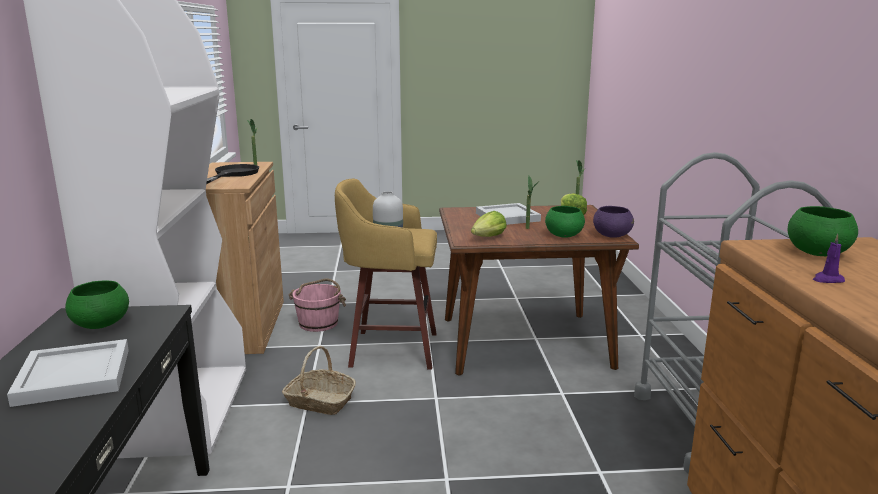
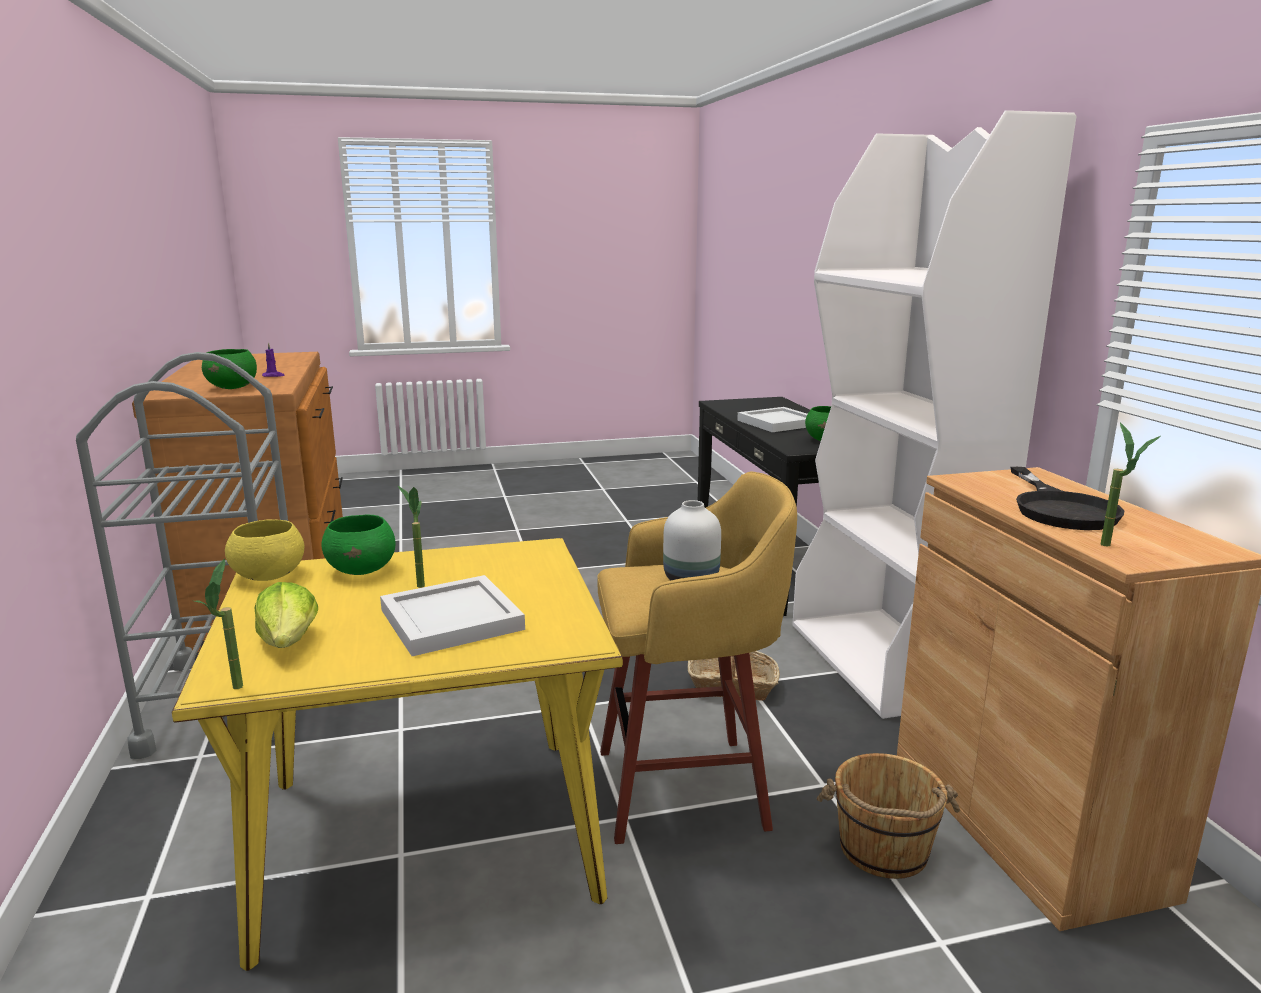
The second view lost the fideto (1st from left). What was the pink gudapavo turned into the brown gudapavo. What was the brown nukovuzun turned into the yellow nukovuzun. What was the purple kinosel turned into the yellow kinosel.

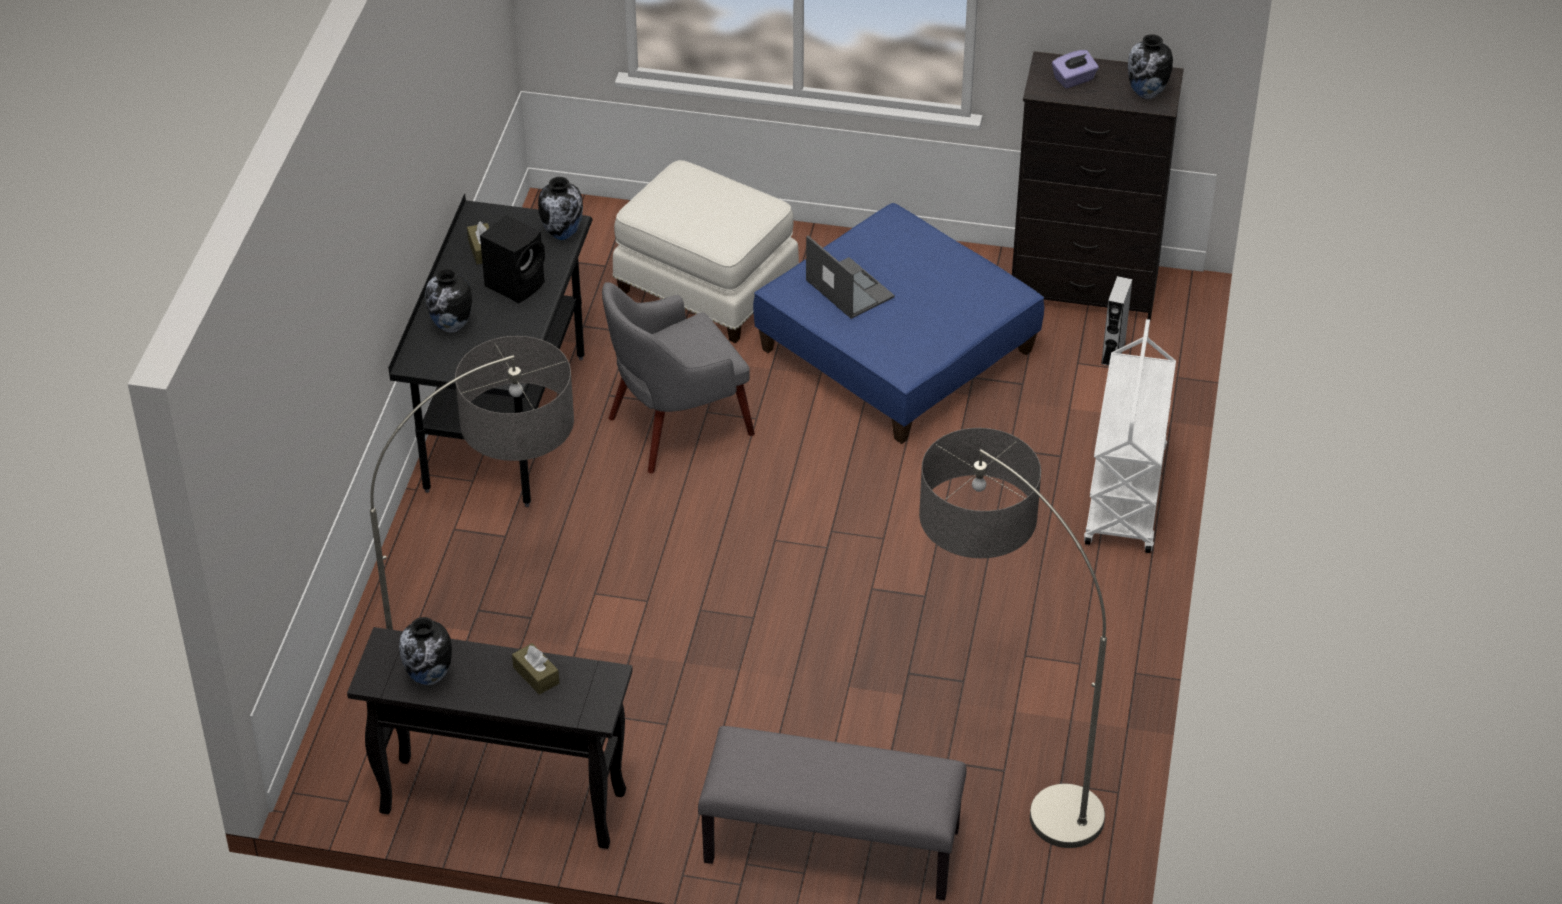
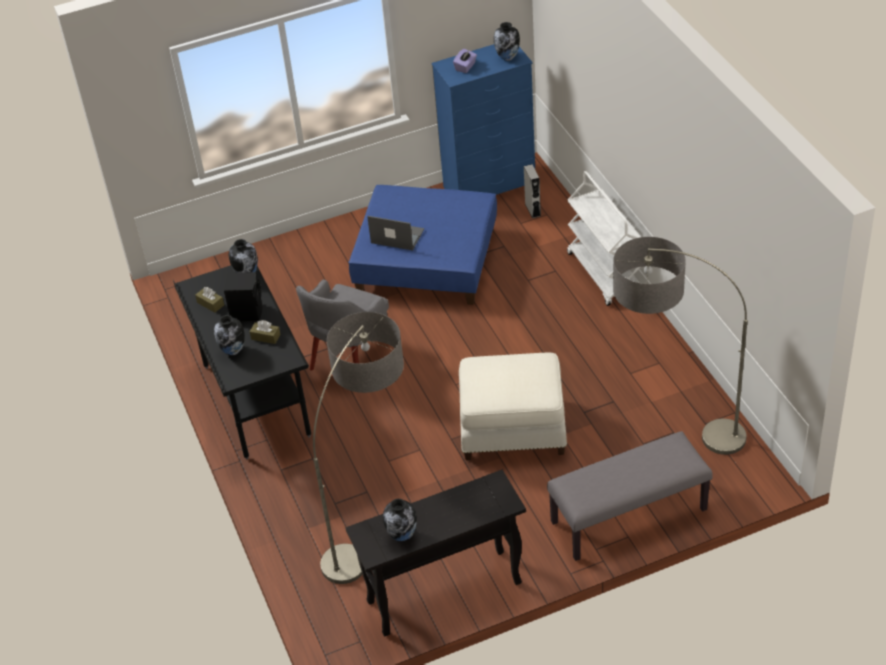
The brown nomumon (2nd from left) ended up elsewhere. The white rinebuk ended up elsewhere. What was the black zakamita turned into the blue zakamita.

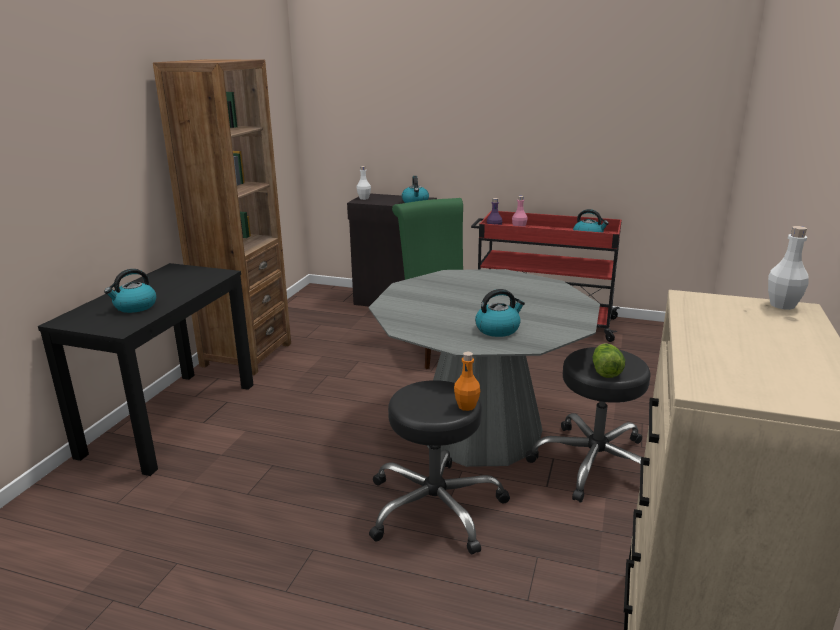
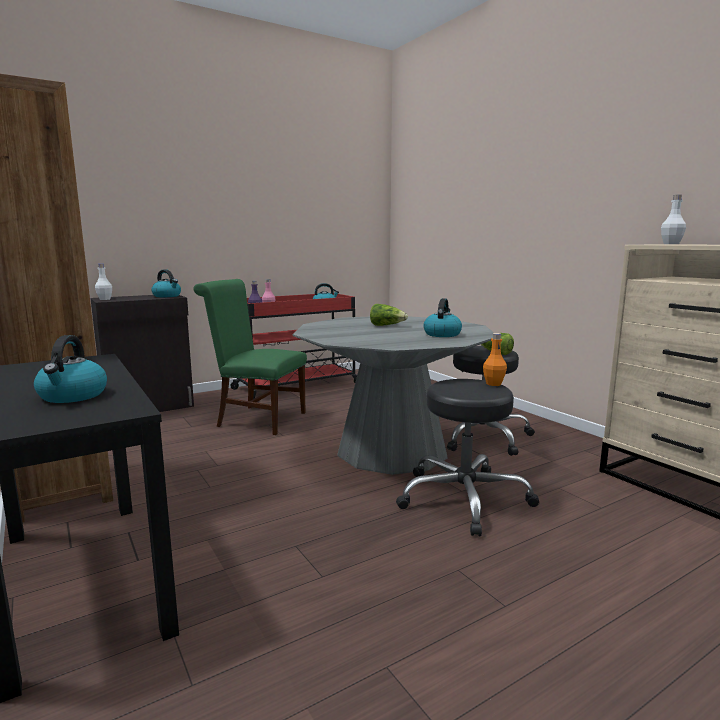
The second view gained the fideto (1st from left).

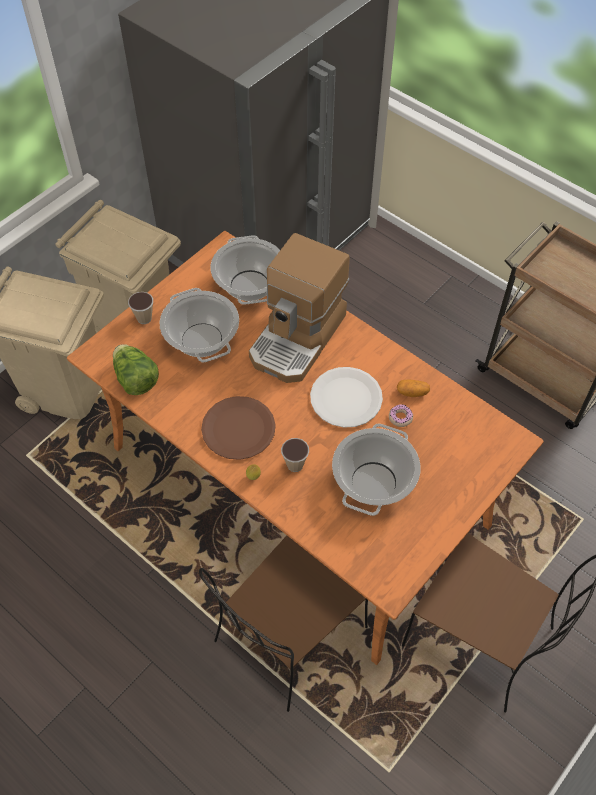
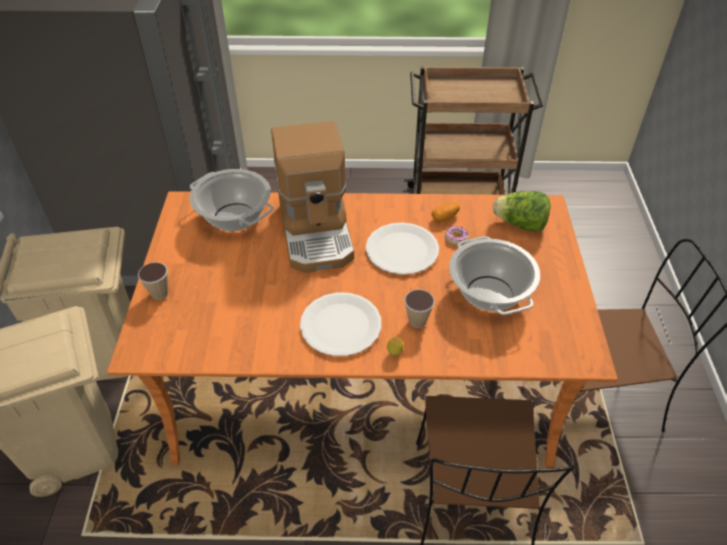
The second view lost the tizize (1st from left). The fideto ended up elsewhere. What was the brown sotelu turned into the white sotelu (1st from left).

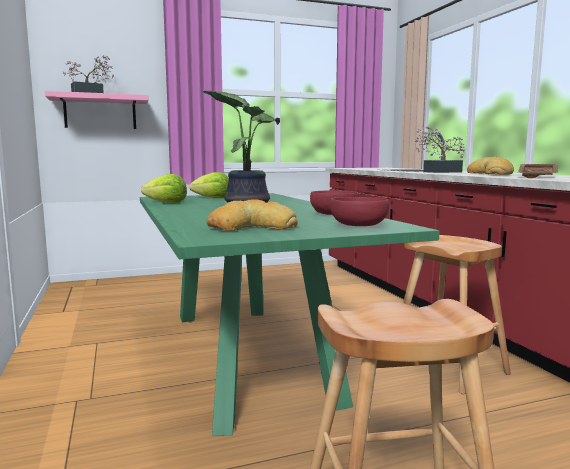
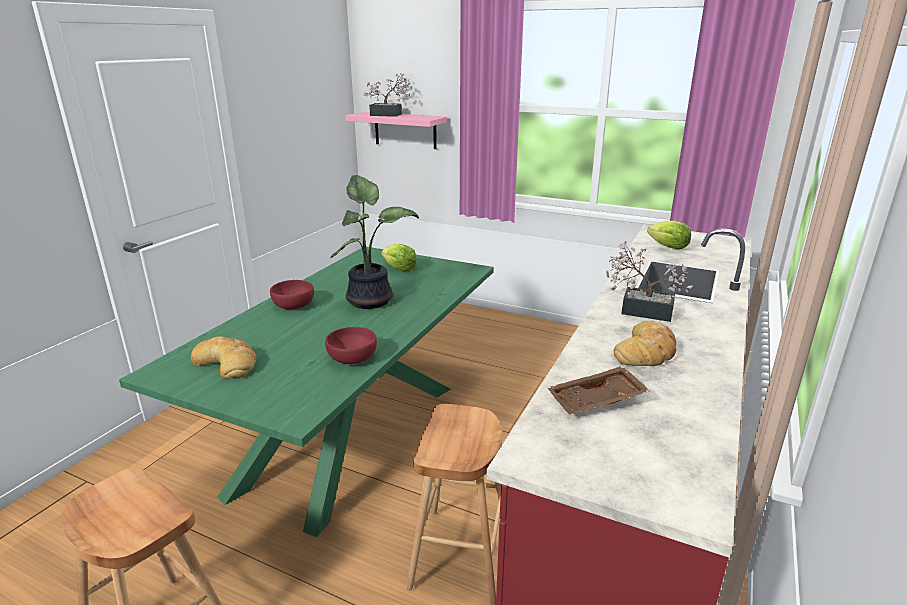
The fideto (1st from left in the first image) ended up elsewhere. The red kinosel (2nd from left in the first image) ended up elsewhere.

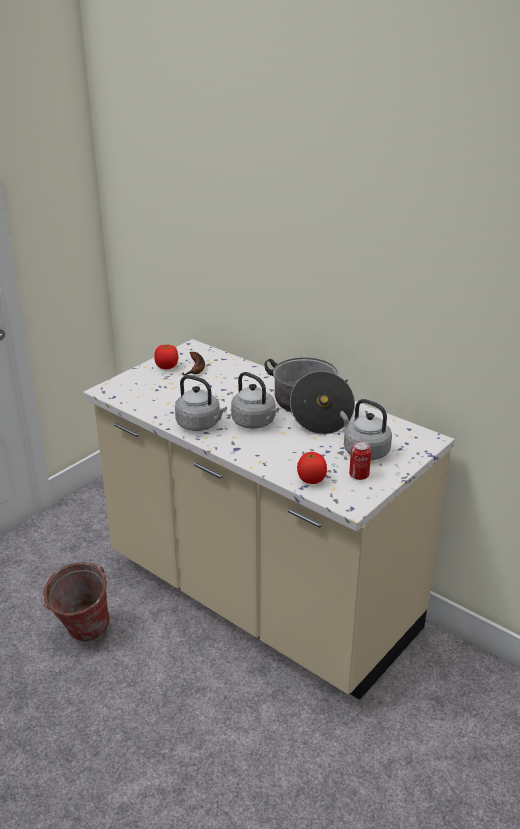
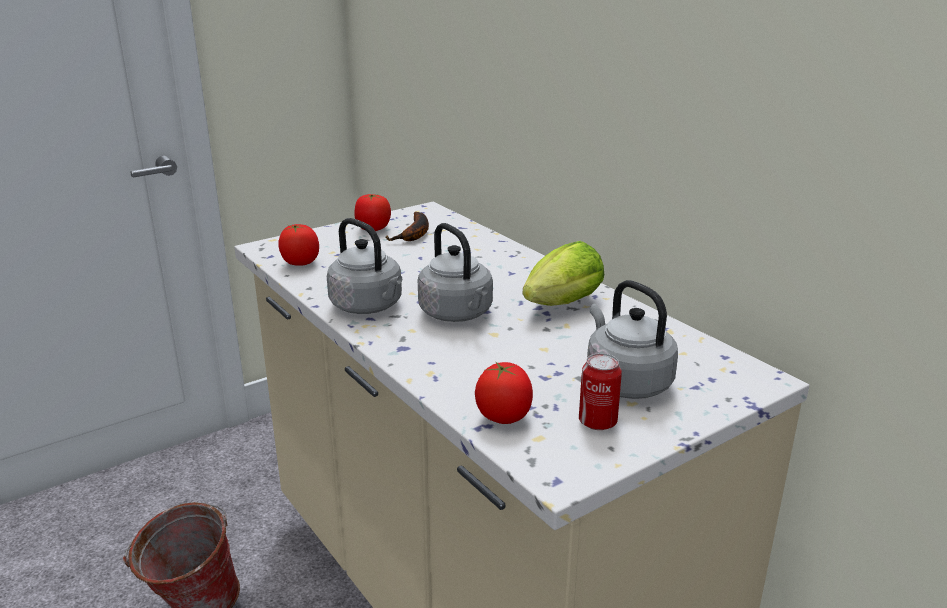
The second view gained the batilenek (1st from left). Where the tizize stood, the fideto came to stand.

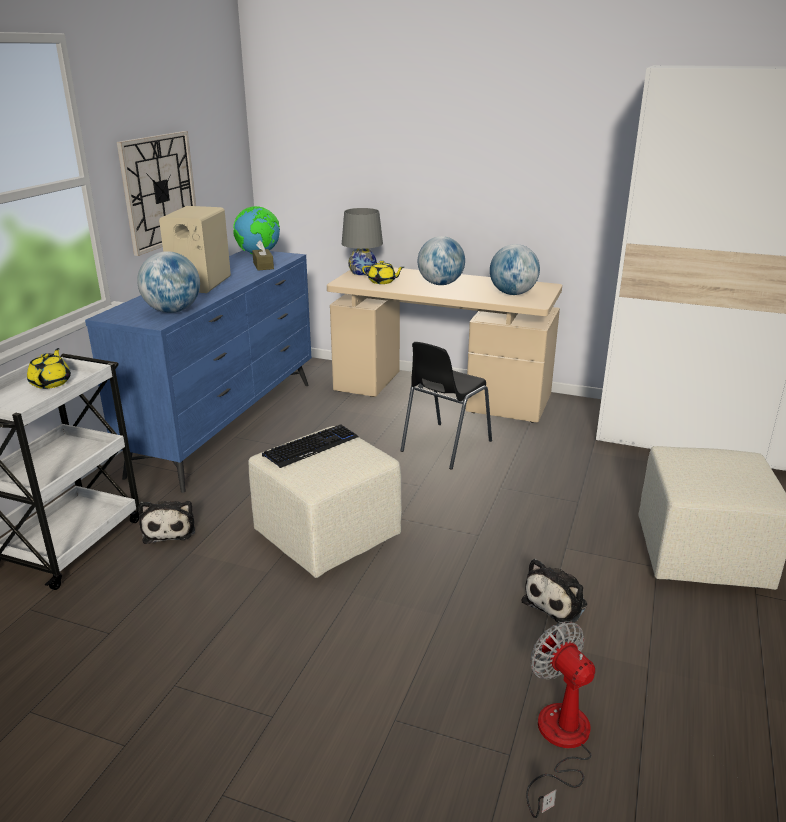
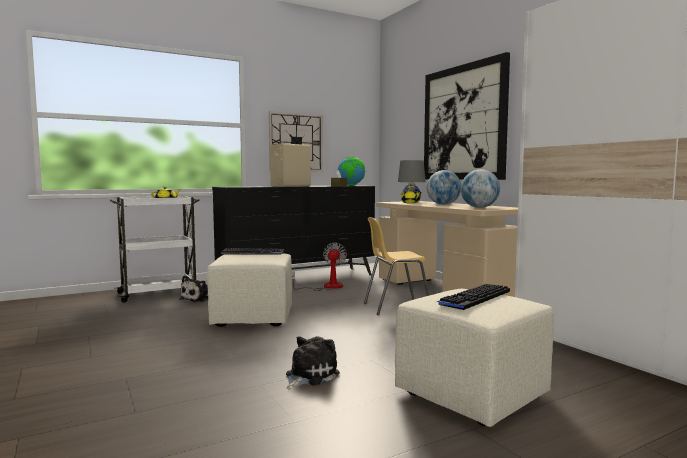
The second view lost the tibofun (1st from left). The second view gained the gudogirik. The second view gained the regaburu (2nd from left). The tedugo ended up elsewhere. What was the blue zakamita turned into the black zakamita. What was the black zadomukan turned into the yellow zadomukan. The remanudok (2nd from left) ended up facing another way, 135 degrees clockwise from before.

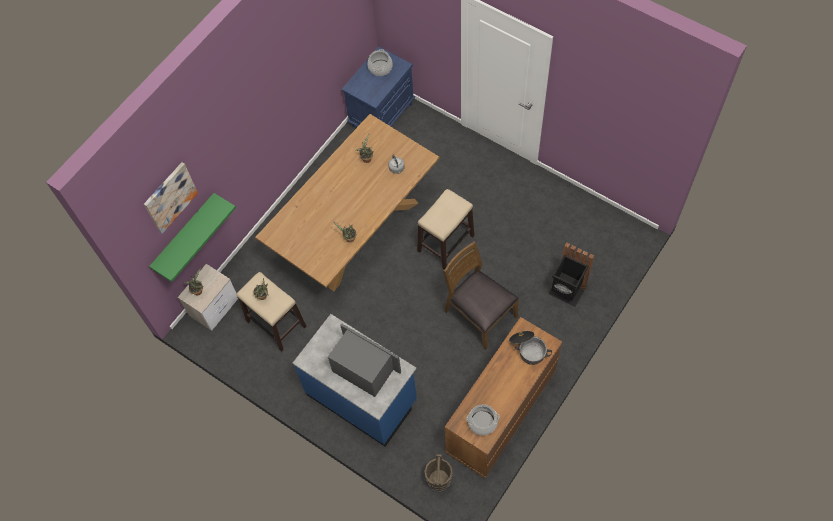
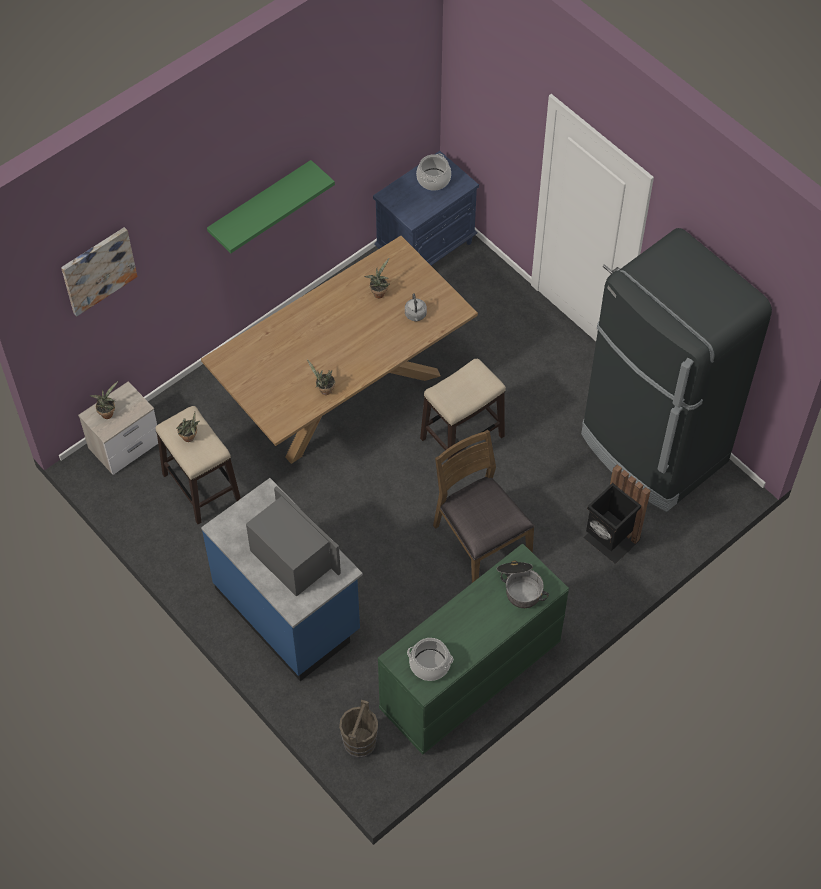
The second view gained the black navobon. The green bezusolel ended up elsewhere. What was the brown zakamita turned into the green zakamita.

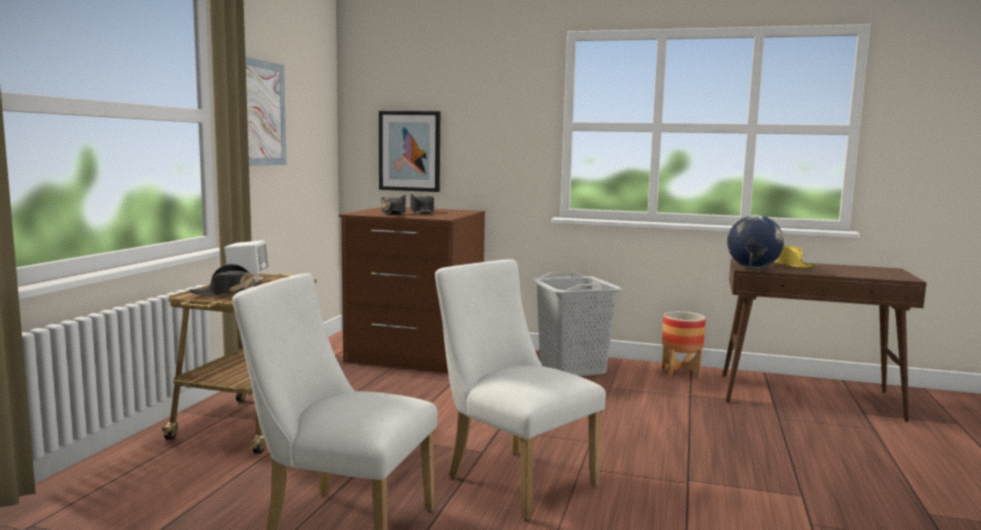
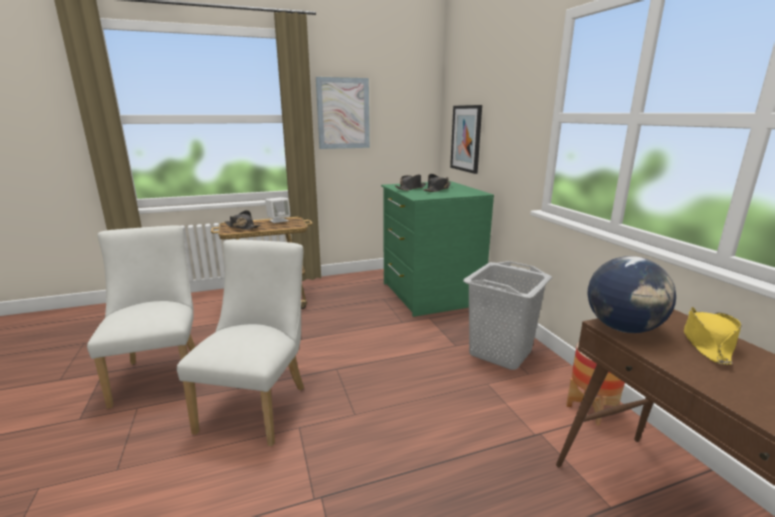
What was the brown zakamita turned into the green zakamita.

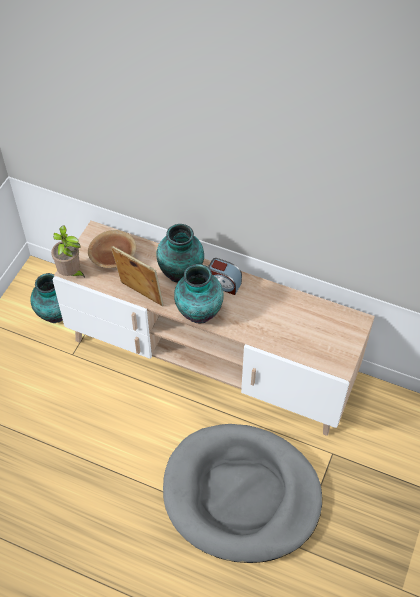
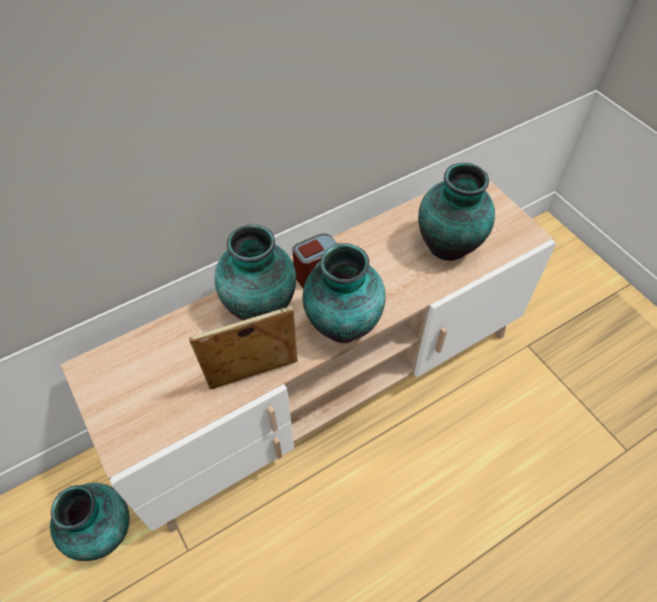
The second view lost the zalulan. The second view lost the brown kinosel. The second view lost the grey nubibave. The second view gained the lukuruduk (4th from left).

